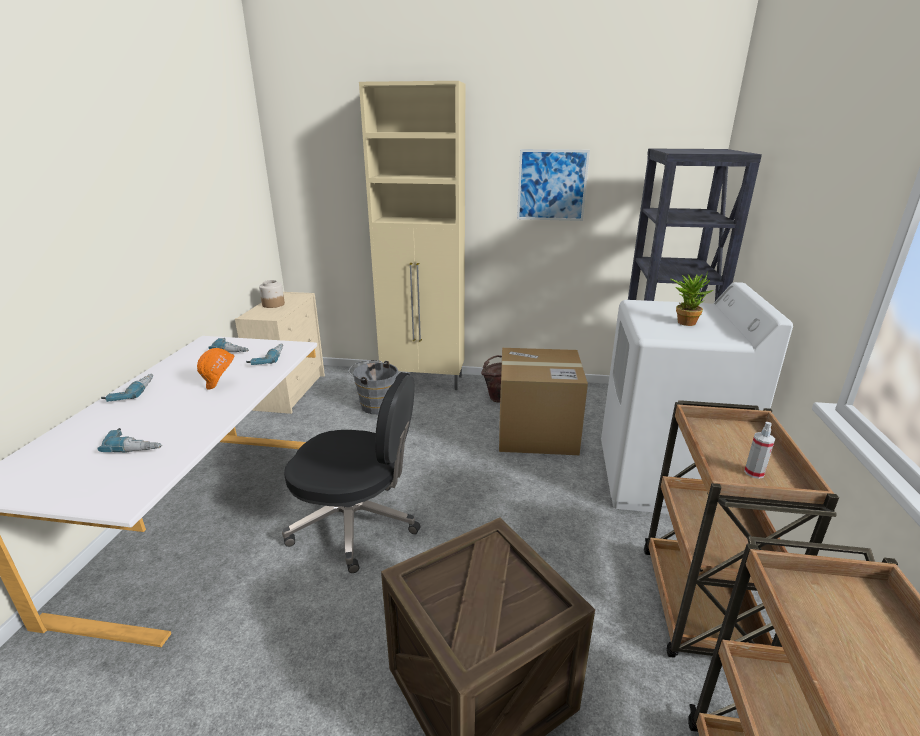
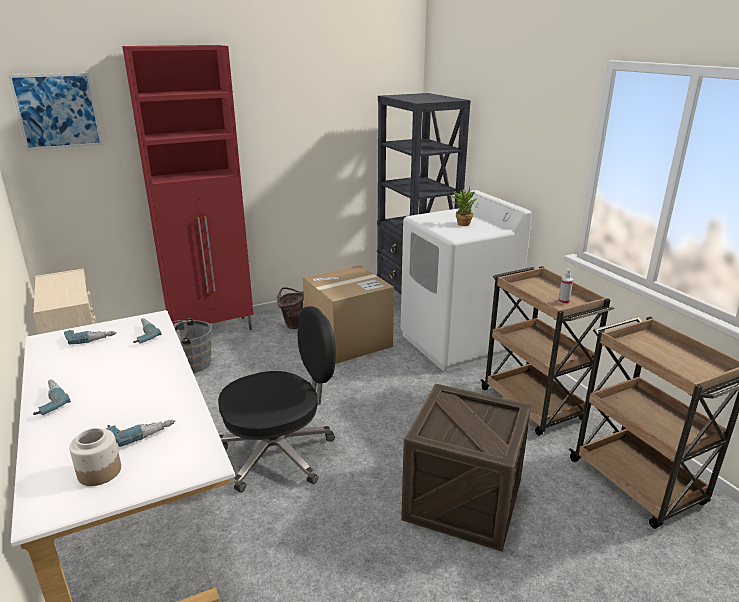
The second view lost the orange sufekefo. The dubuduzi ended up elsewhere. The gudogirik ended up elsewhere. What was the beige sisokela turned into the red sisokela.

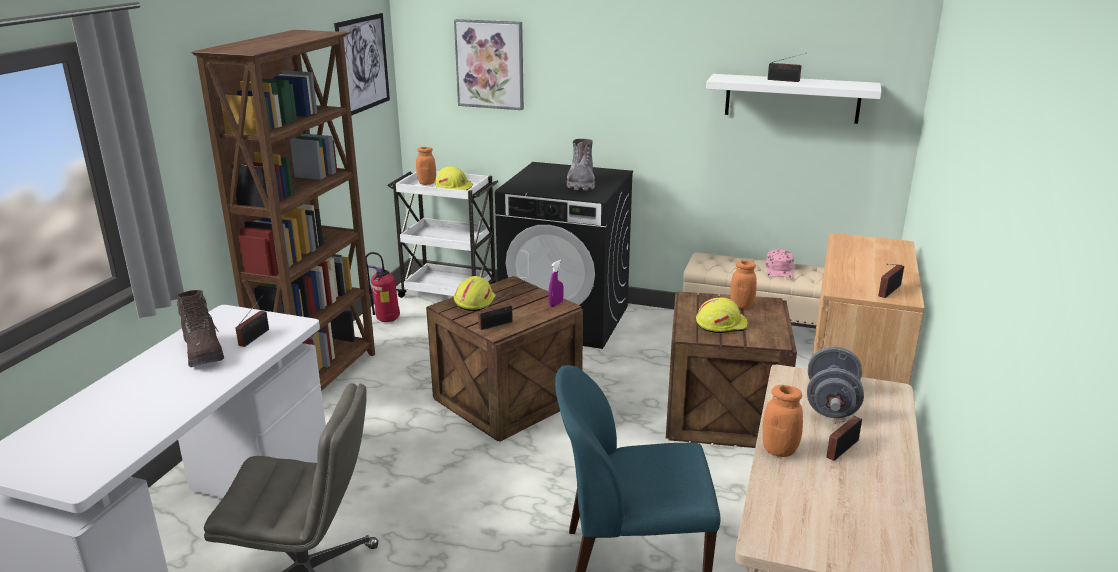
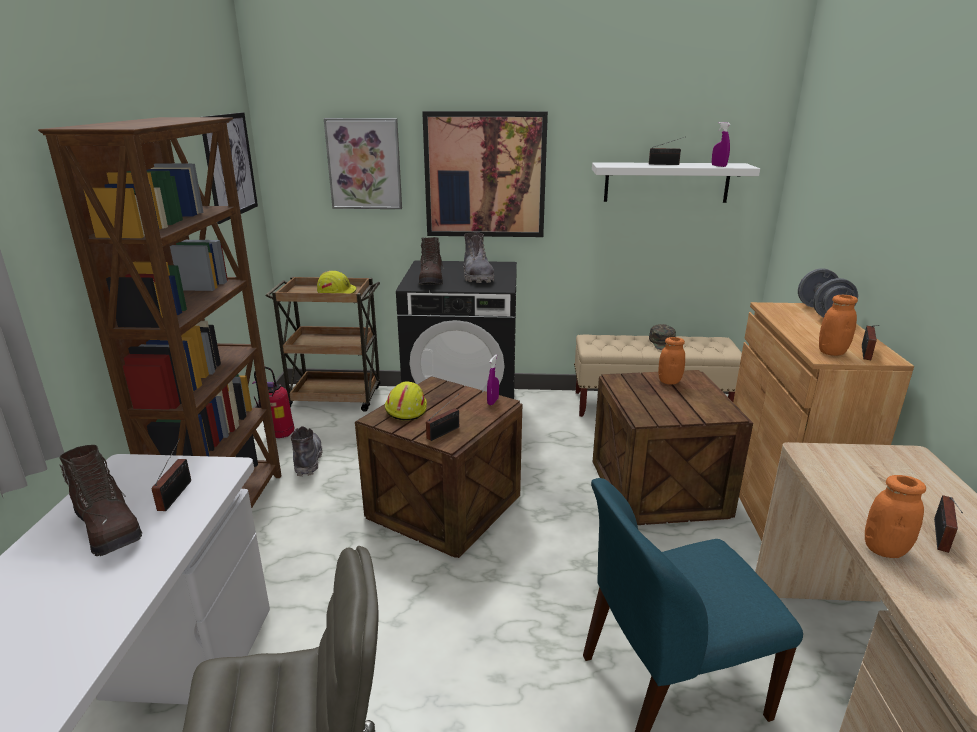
The second view lost the yellow sufekefo (3rd from left). The second view gained the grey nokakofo (1st from left). The second view gained the brown nokakofo (2nd from left). The second view gained the gudogirik (3rd from left). The second view gained the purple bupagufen (2nd from left). The orange dubuduzi (1st from left in the first image) ended up elsewhere. The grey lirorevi ended up elsewhere. What was the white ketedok turned into the brown ketedok. What was the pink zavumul turned into the green zavumul.

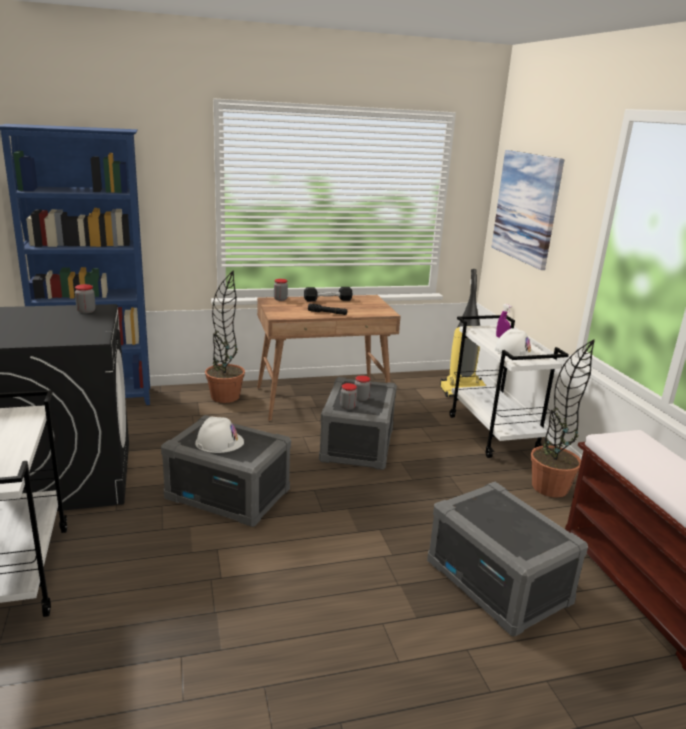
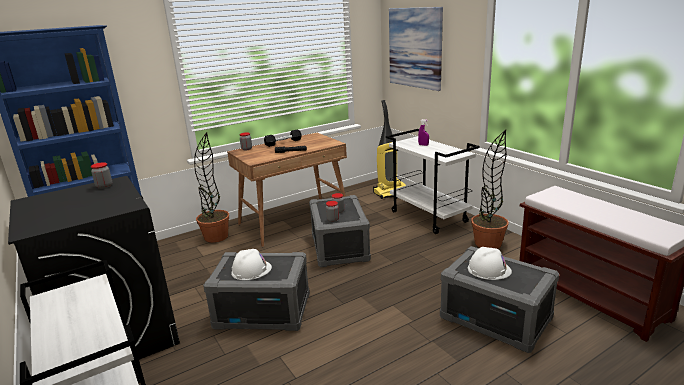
The white sufekefo (2nd from left) ended up elsewhere.

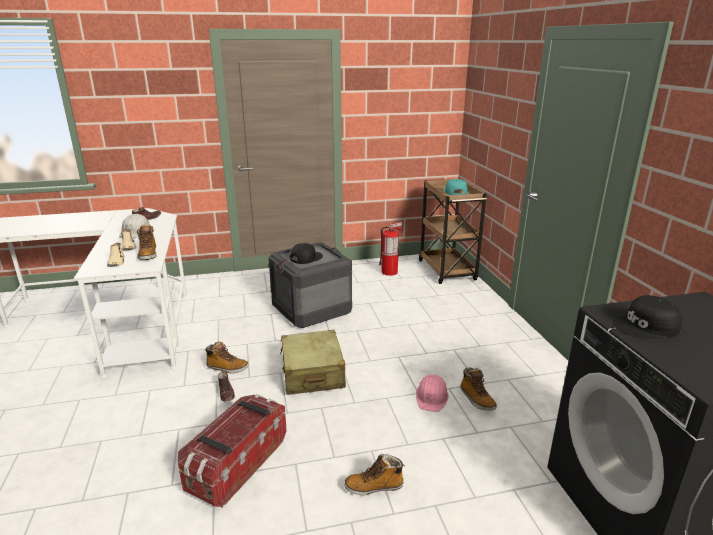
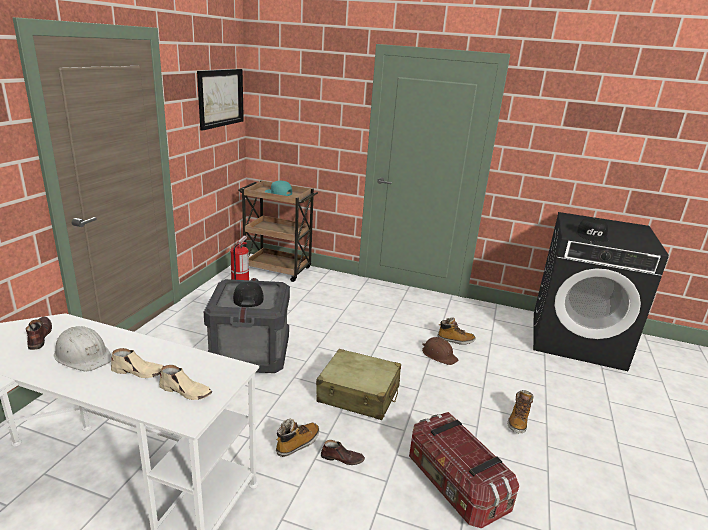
The second view lost the nokakofo (1st from left). The second view gained the gudogirik. What was the pink sufekefo turned into the brown sufekefo.

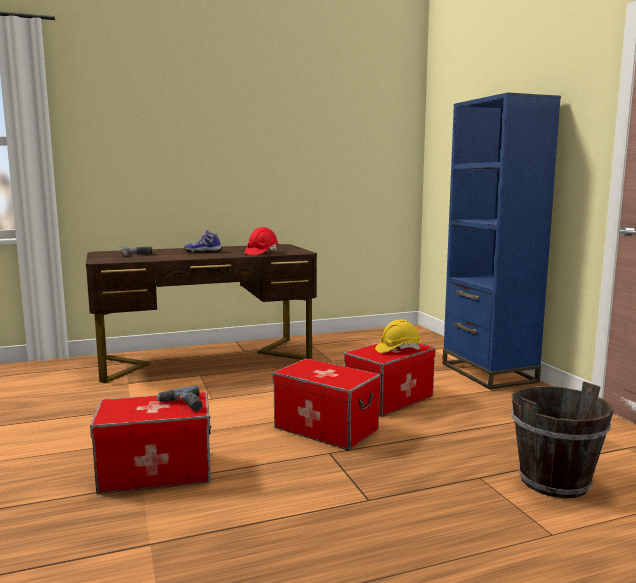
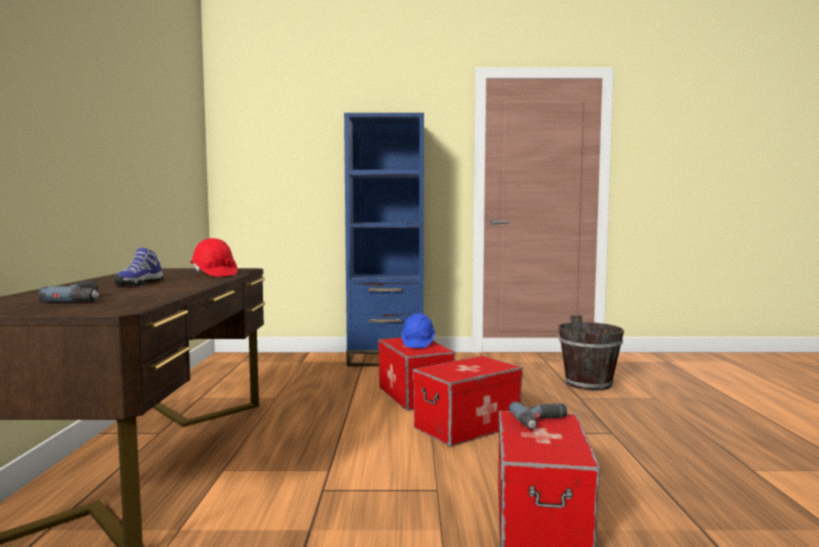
What was the yellow sufekefo turned into the blue sufekefo.

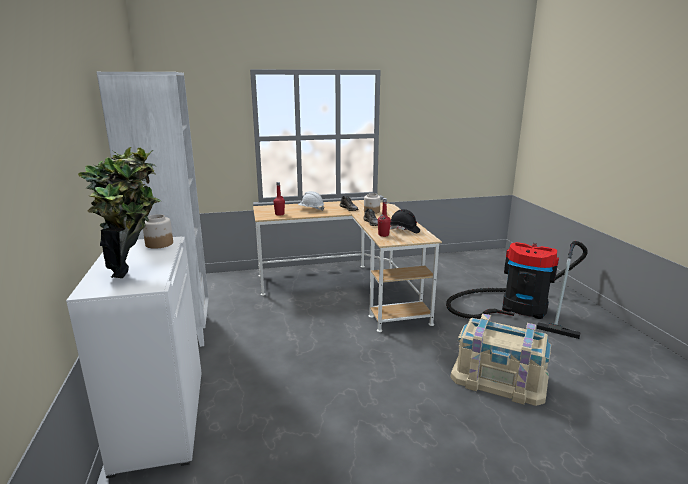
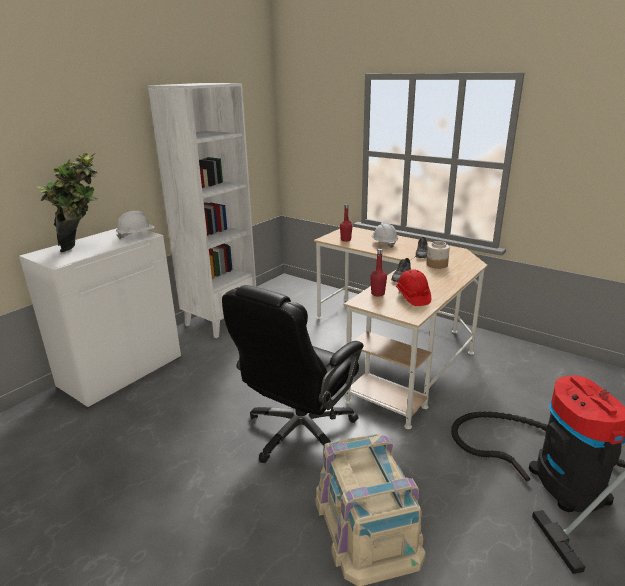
The second view gained the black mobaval. Where the dubuduzi (1st from left) stood, the white sufekefo (1st from left) came to stand. What was the black sufekefo turned into the red sufekefo.

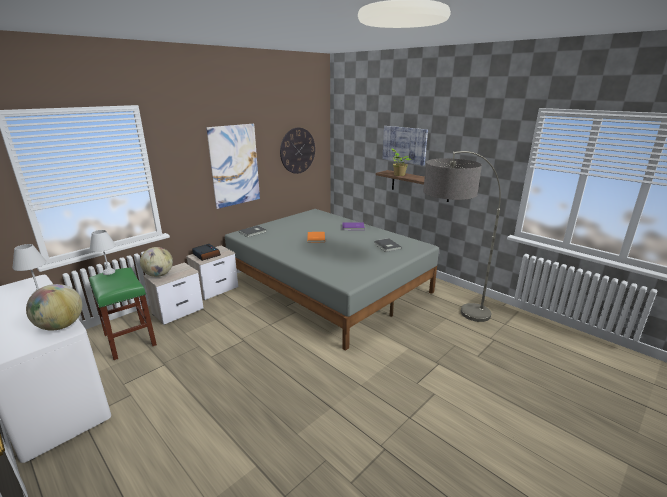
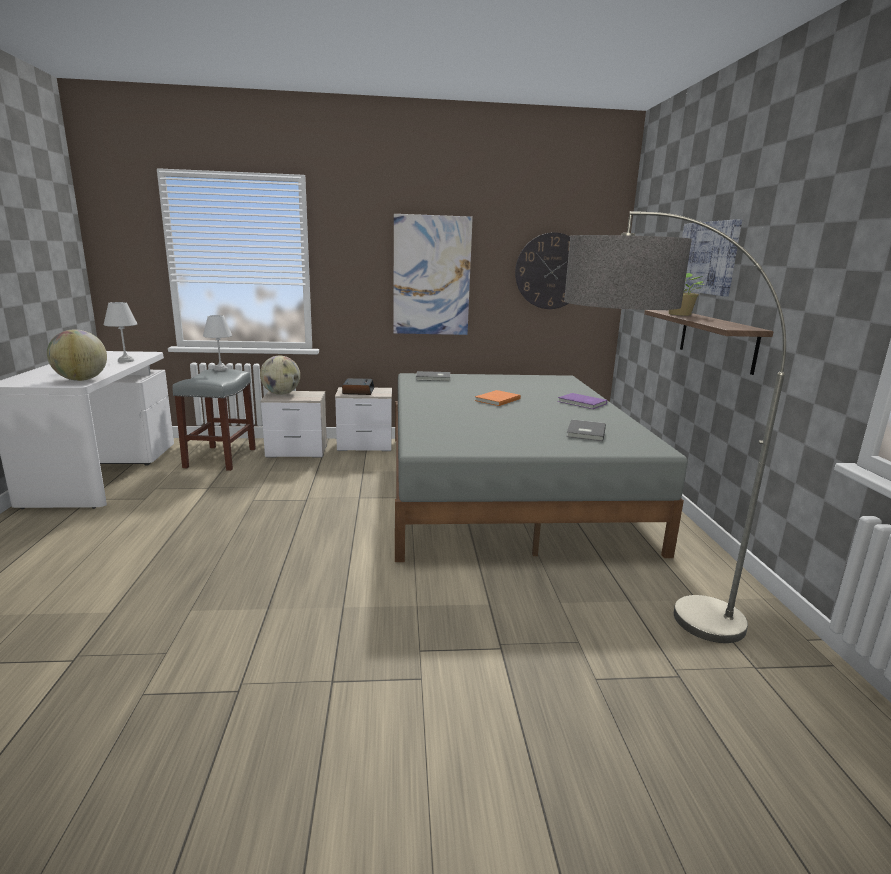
What was the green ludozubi turned into the grey ludozubi.

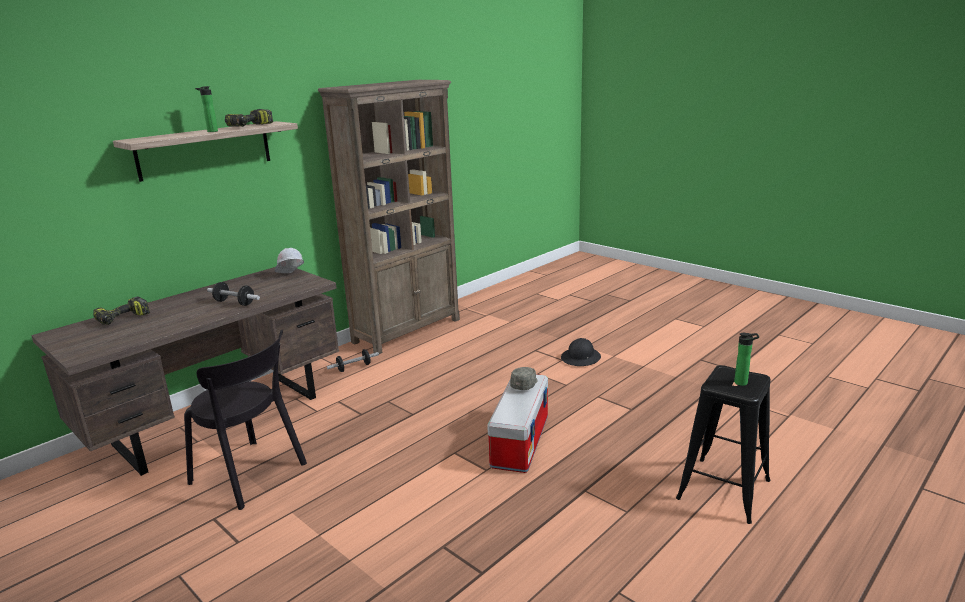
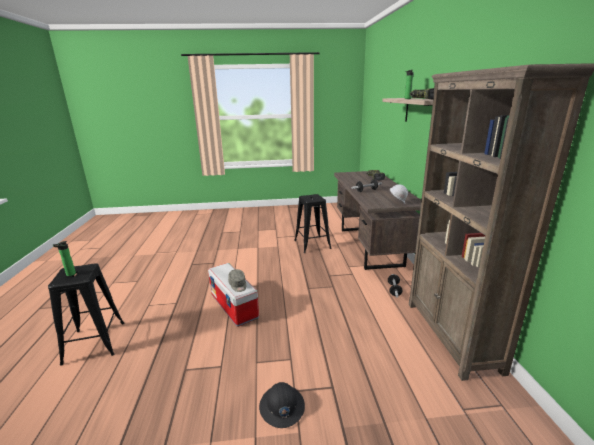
Where the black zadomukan stood, the black ludozubi (2nd from left) came to stand.

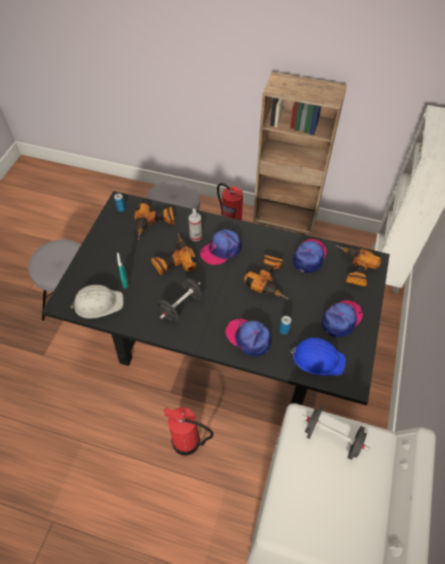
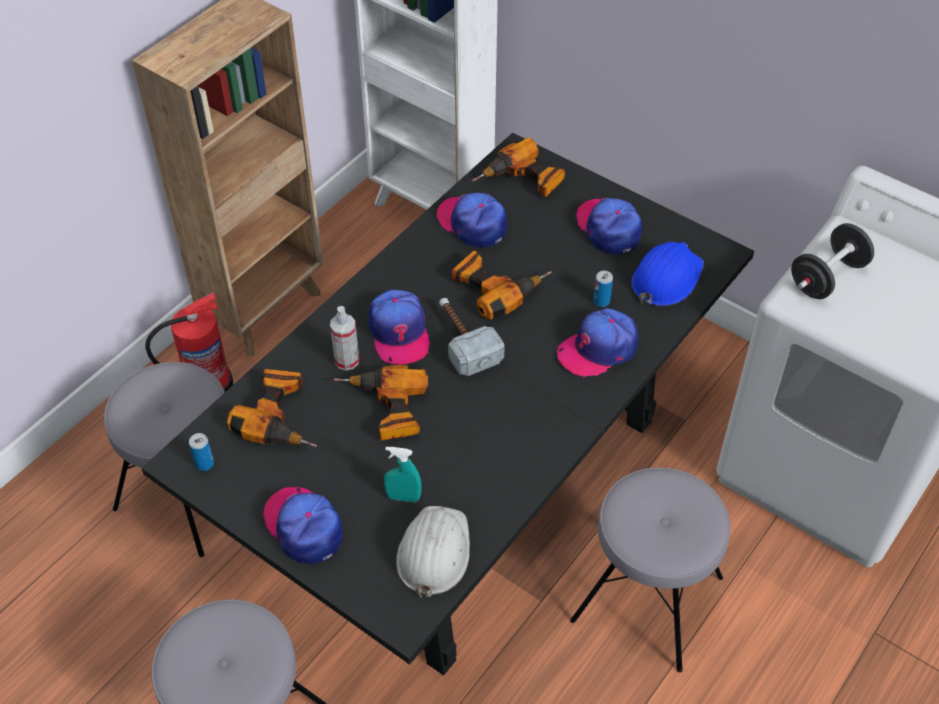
The second view lost the black lirorevi (1st from left). The second view gained the zavumul (1st from left). The second view gained the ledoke. Where the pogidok (1st from left) stood, the grey ludozubi (3rd from left) came to stand.

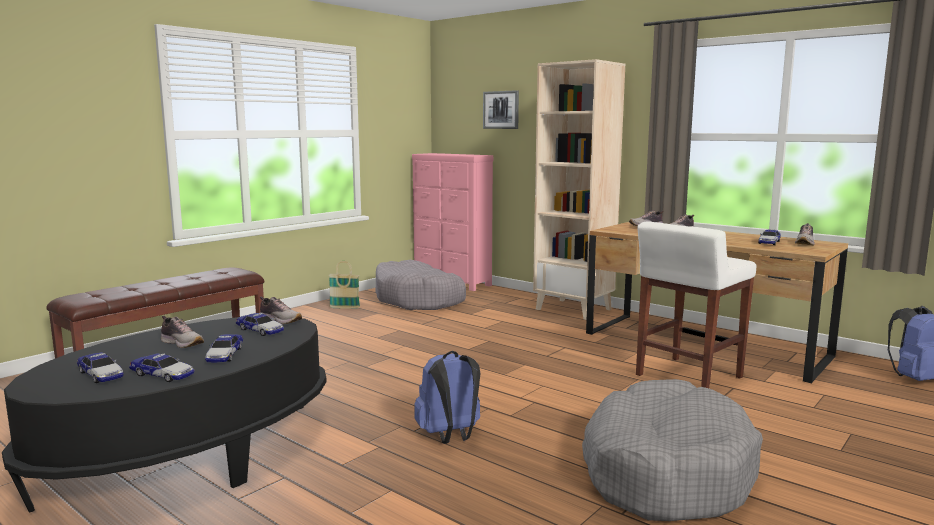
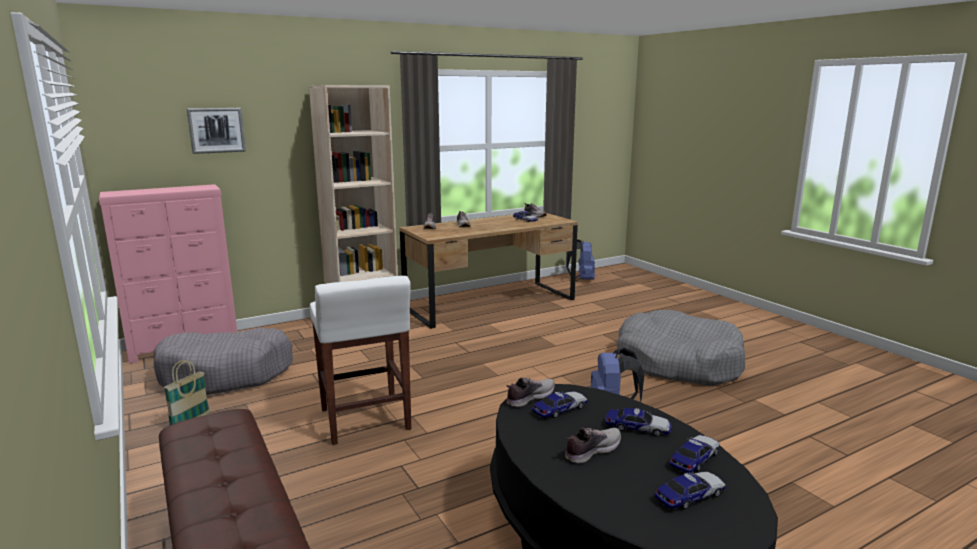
The white ludozubi ended up elsewhere.

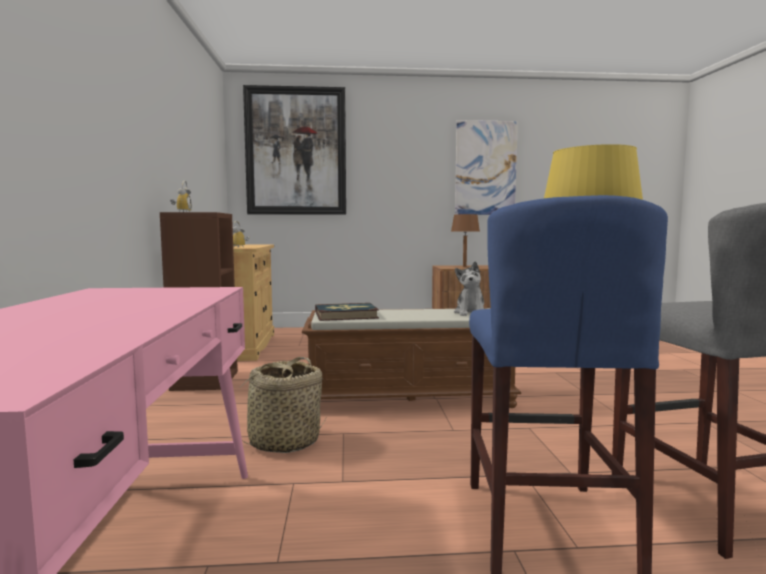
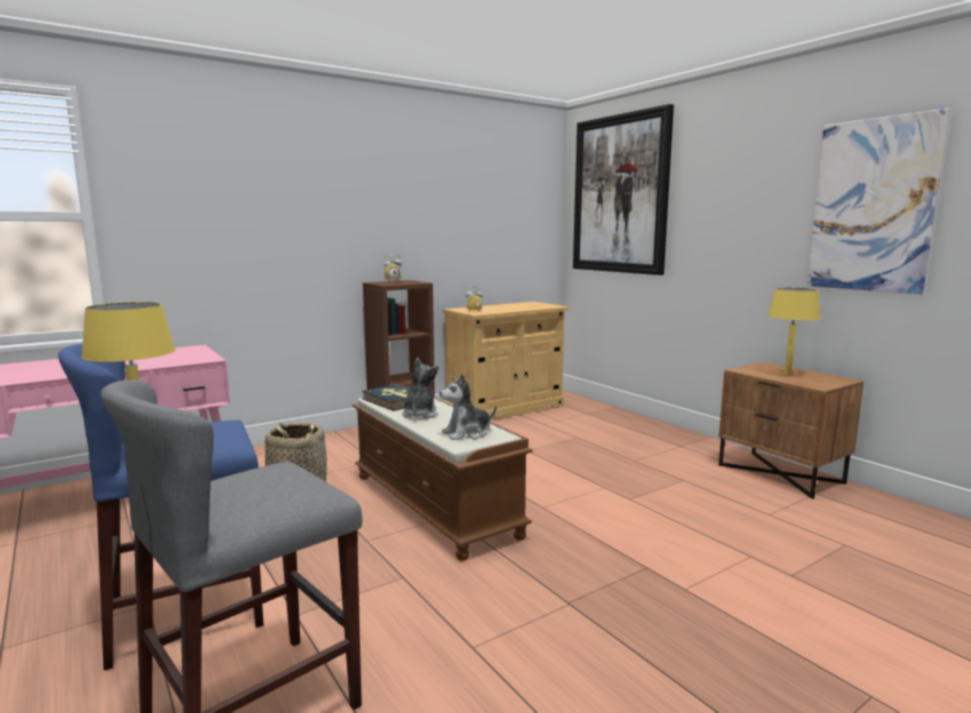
The second view gained the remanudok (1st from left). What was the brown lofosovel turned into the yellow lofosovel (2nd from left).

